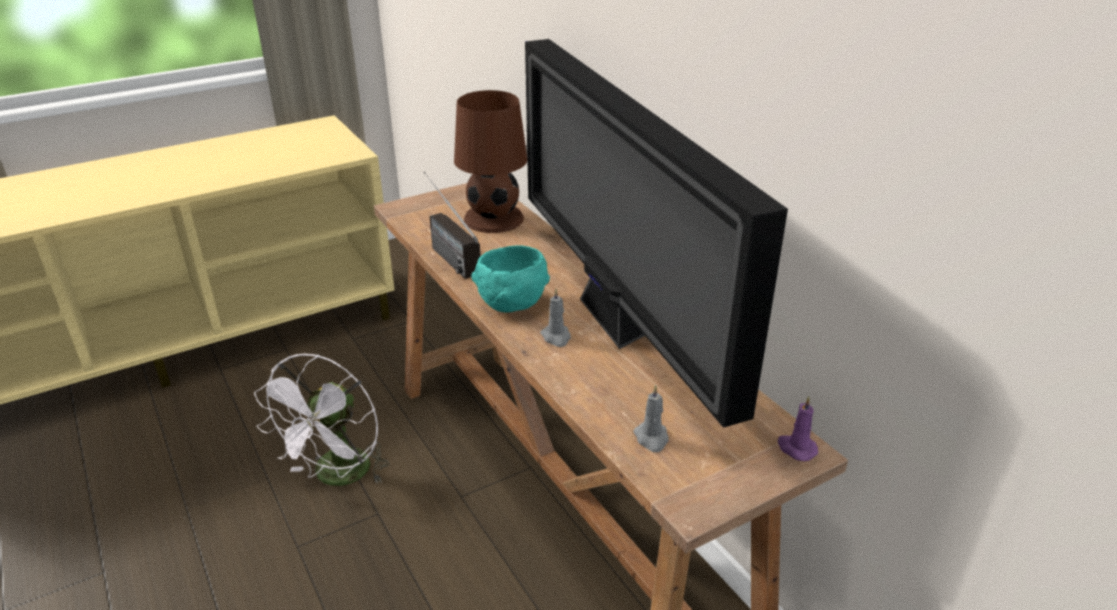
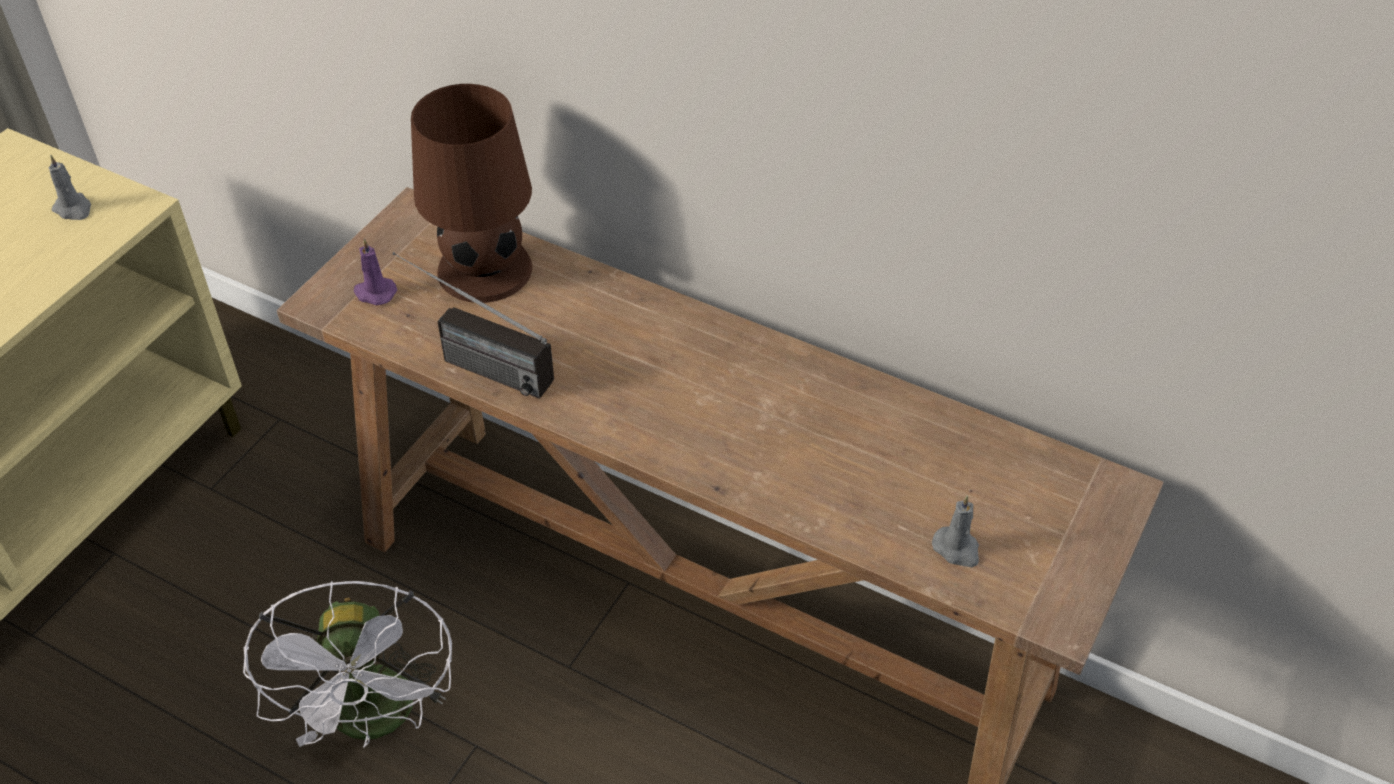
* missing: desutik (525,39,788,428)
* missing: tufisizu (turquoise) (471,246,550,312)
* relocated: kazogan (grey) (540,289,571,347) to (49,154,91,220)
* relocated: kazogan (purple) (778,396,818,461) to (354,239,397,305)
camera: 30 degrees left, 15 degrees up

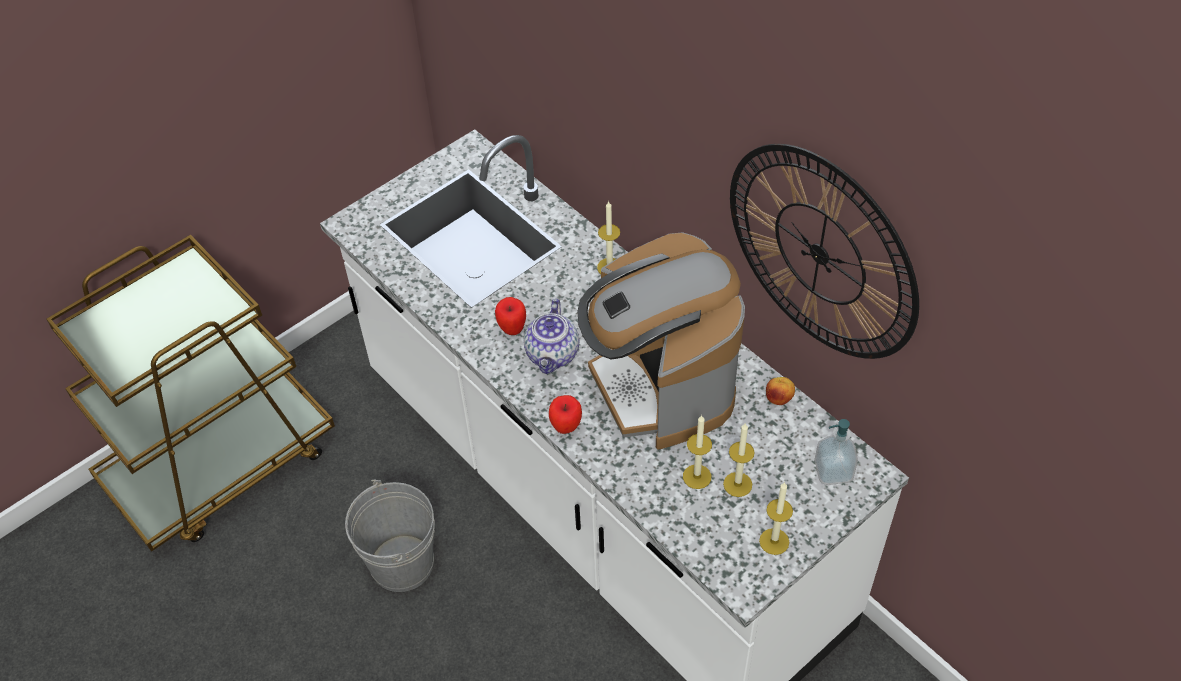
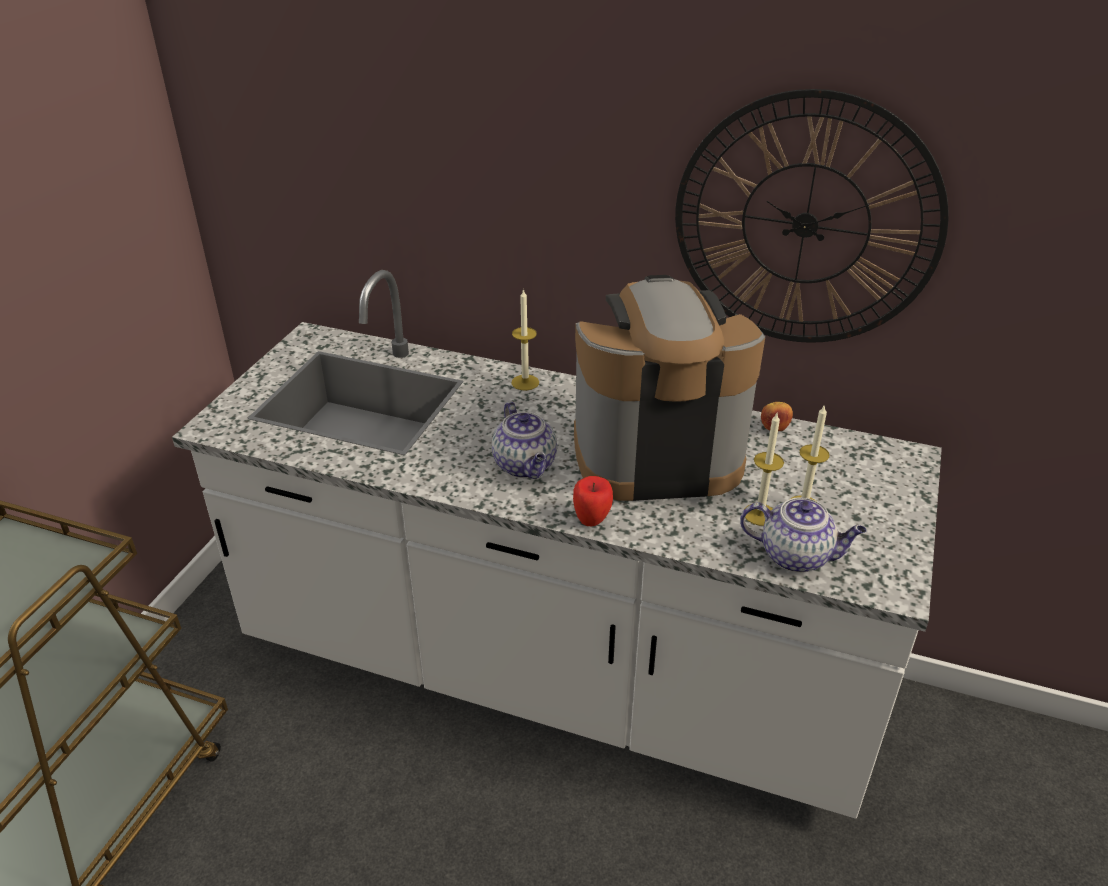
* spun: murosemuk (578,233,745,450) = (574,275,765,501) 135 degrees clockwise
* missing: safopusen (495,297,526,335)
* missing: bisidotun (814,419,858,485)
* missing: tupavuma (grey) (345,480,435,592)
* missing: kazogan (759,482,793,555)
* appeared: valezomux (740,498,867,573)
camera: 30 degrees left, 15 degrees down

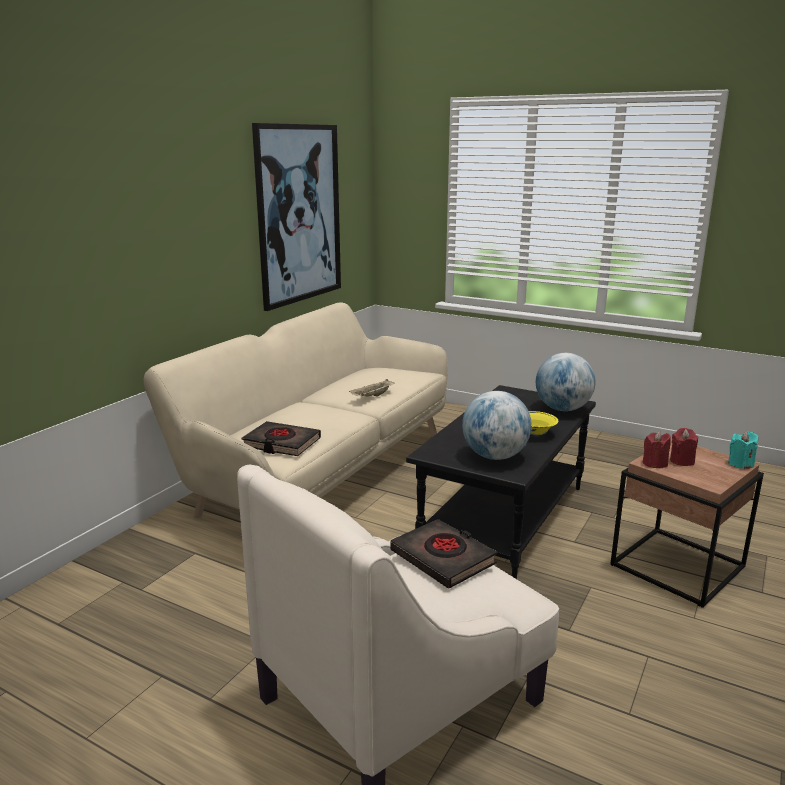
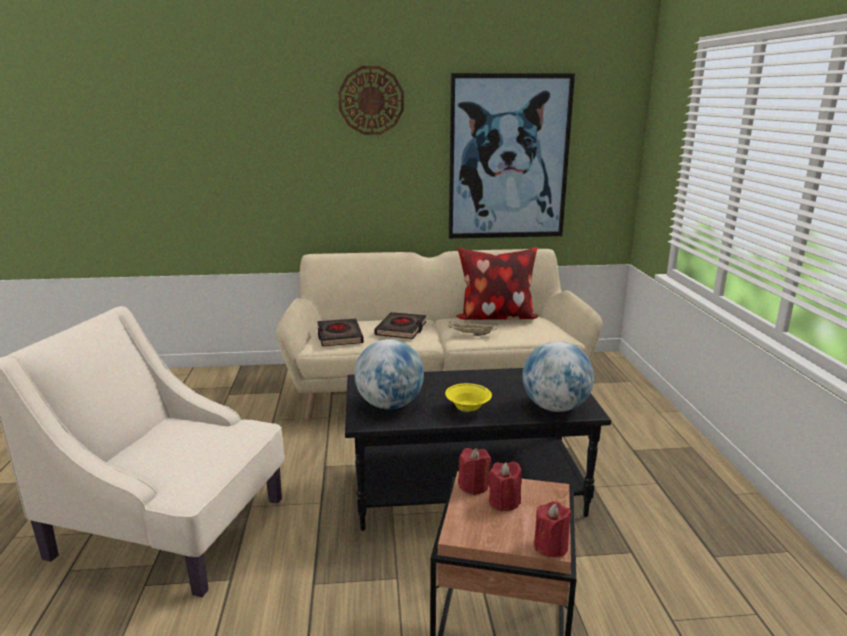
* colour: kazogan (turquoise) (728,432,758,469) to kazogan (red) (534,501,572,557)
* relocated: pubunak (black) (391,519,497,588) to (374,312,427,339)
* appeared: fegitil (338,66,404,135)
* appeared: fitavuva (456,247,539,320)
camera: 55 degrees right, 0 degrees up

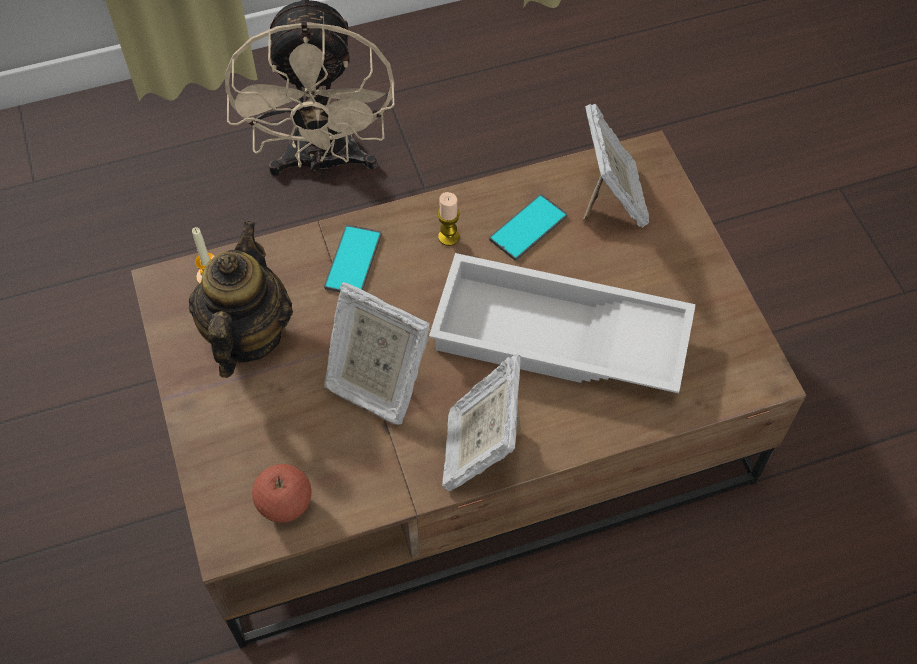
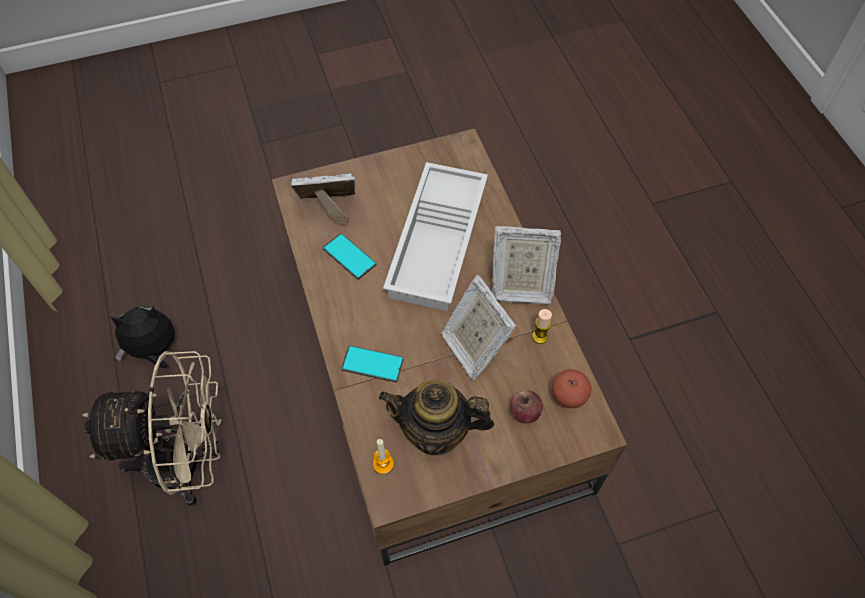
* relocated: kazogan (437,192,460,246) to (532,309,552,344)
* spun: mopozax (324,282,430,425) = (441,275,516,380) 120 degrees clockwise
* appeared: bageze (110,306,175,368)
* appeared: safopusen (510,390,543,423)
camera: 90 degrees left, 0 degrees up

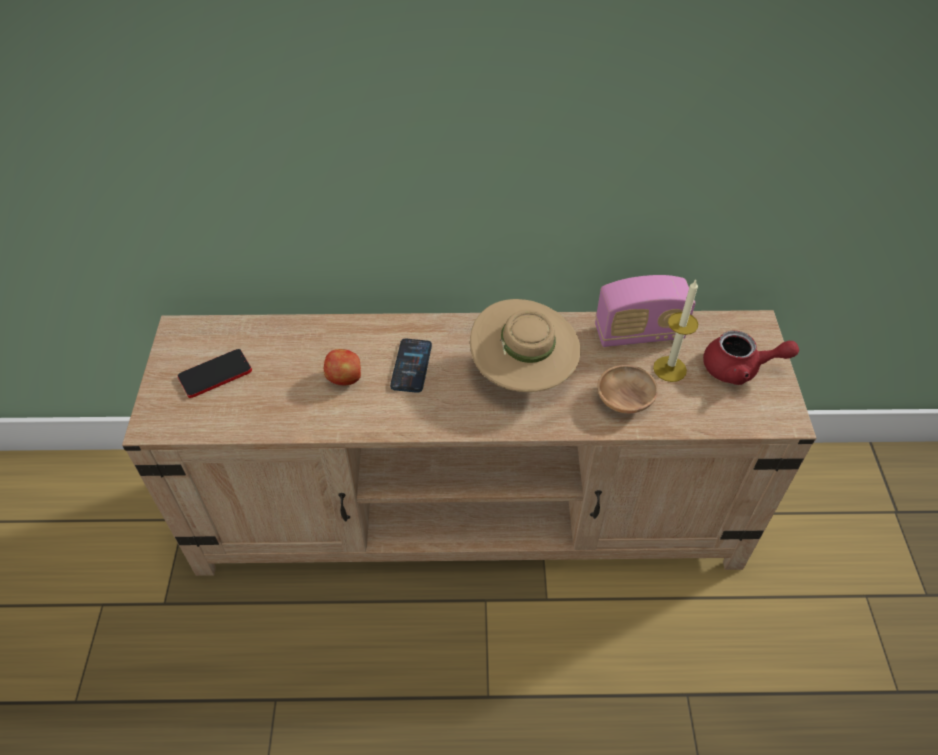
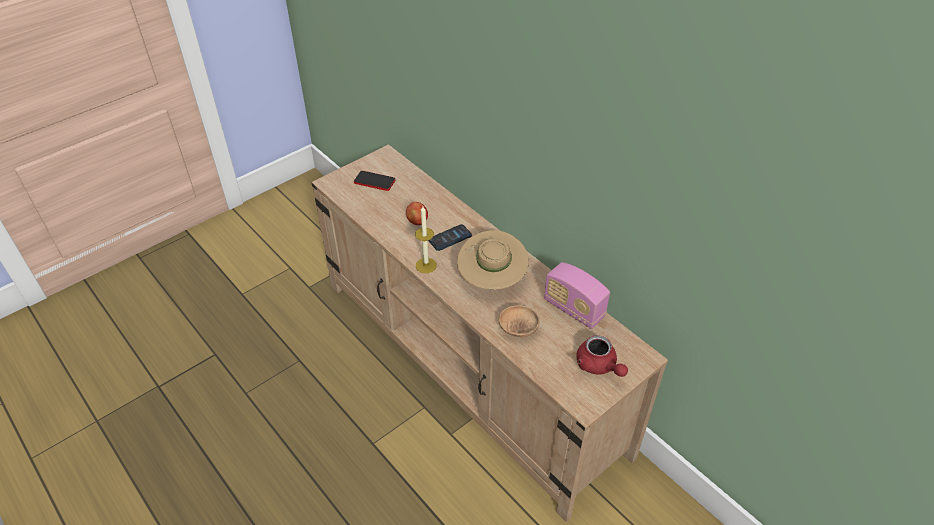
* relocated: kazogan (653,280,698,382) to (415,206,437,273)
camera: 50 degrees right, 5 degrees down

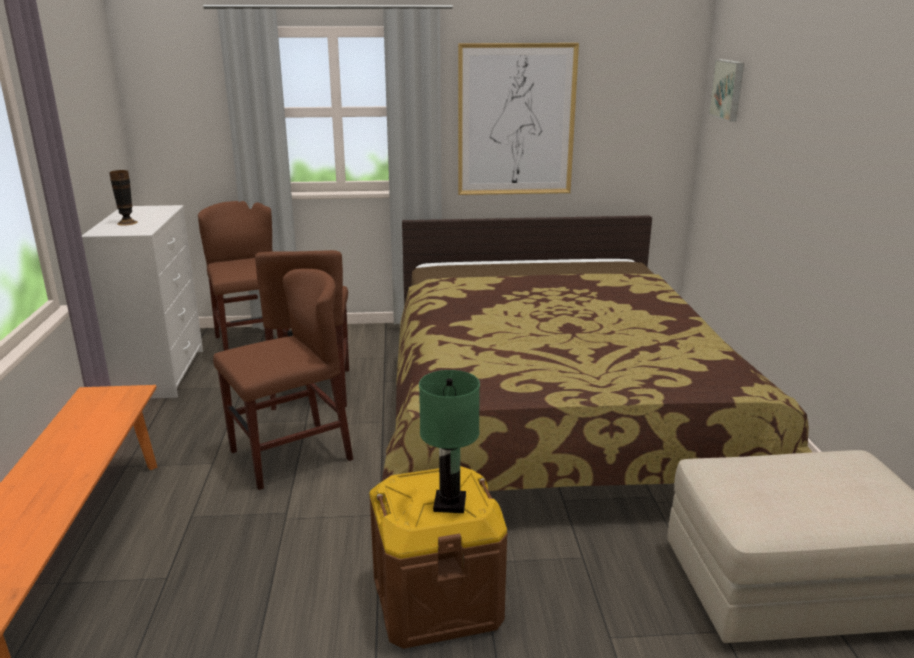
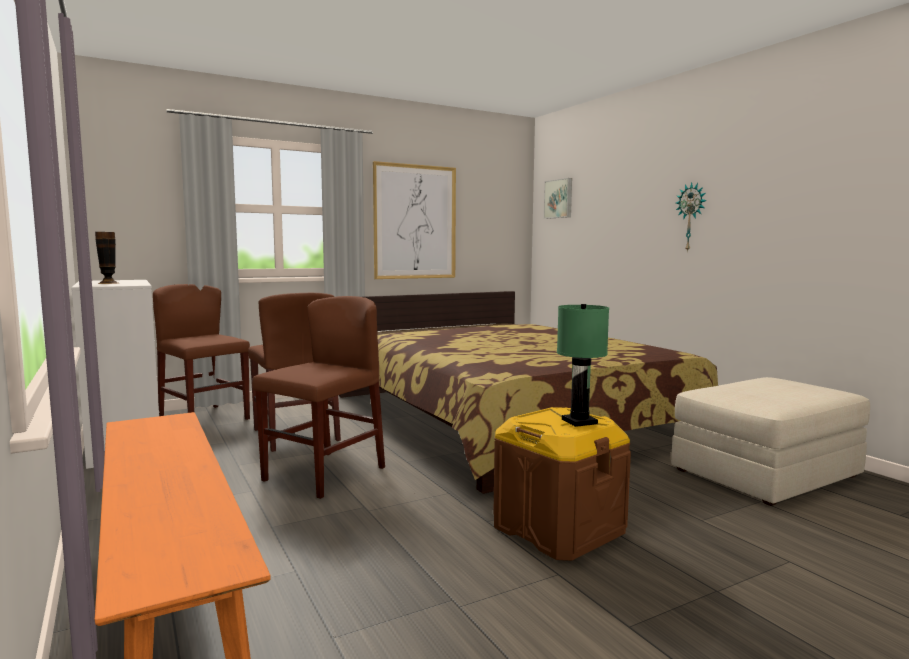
* appeared: fegitil (676,182,707,252)
camera: 25 degrees left, 15 degrees down

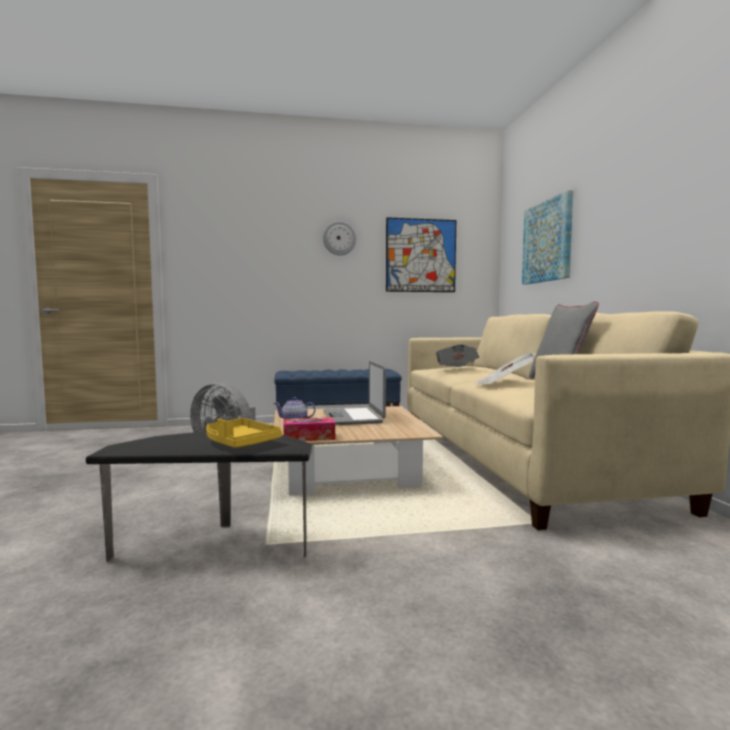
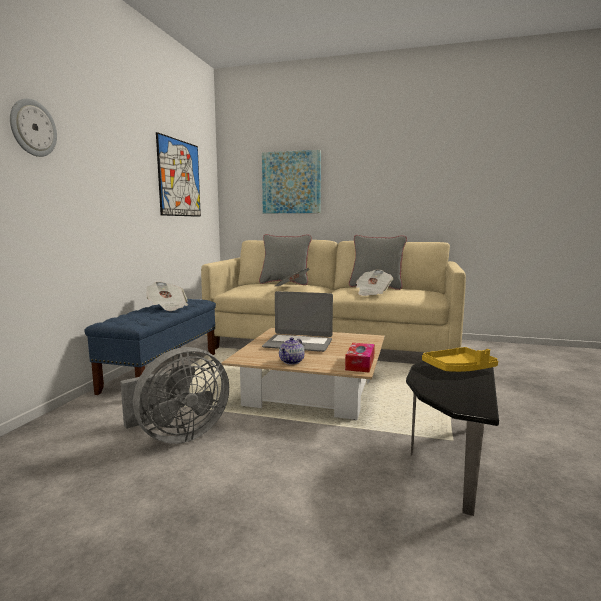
* relocated: fegitil (323,221,356,256) to (10,98,57,157)
* appeared: fitavuva (grey) (259,234,312,285)
* appeared: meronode (146,282,188,311)
camera: 65 degrees left, 5 degrees up

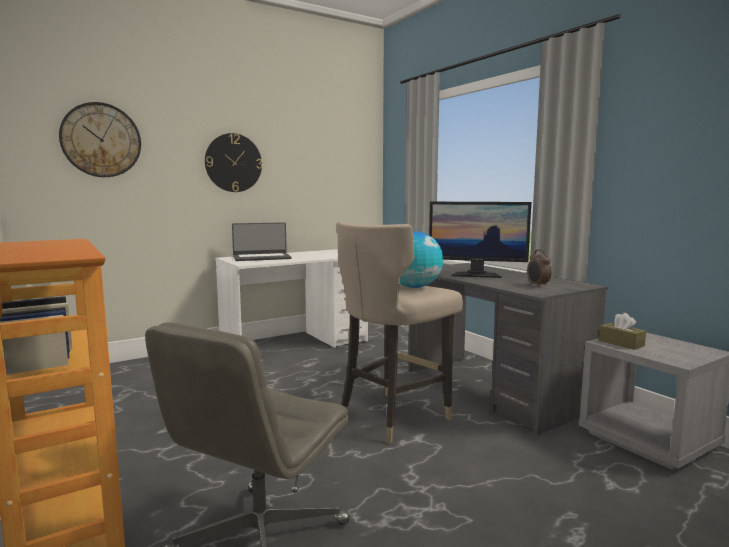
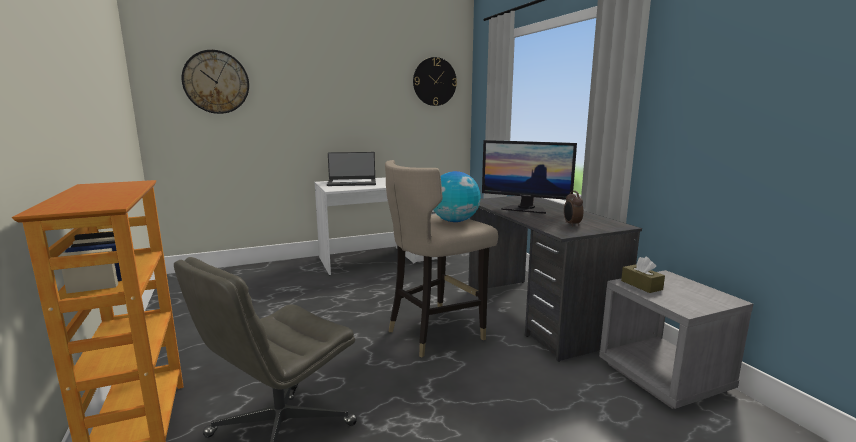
* relocated: fegitil (205,133,262,192) to (413,57,457,106)
camera: 10 degrees right, 5 degrees up

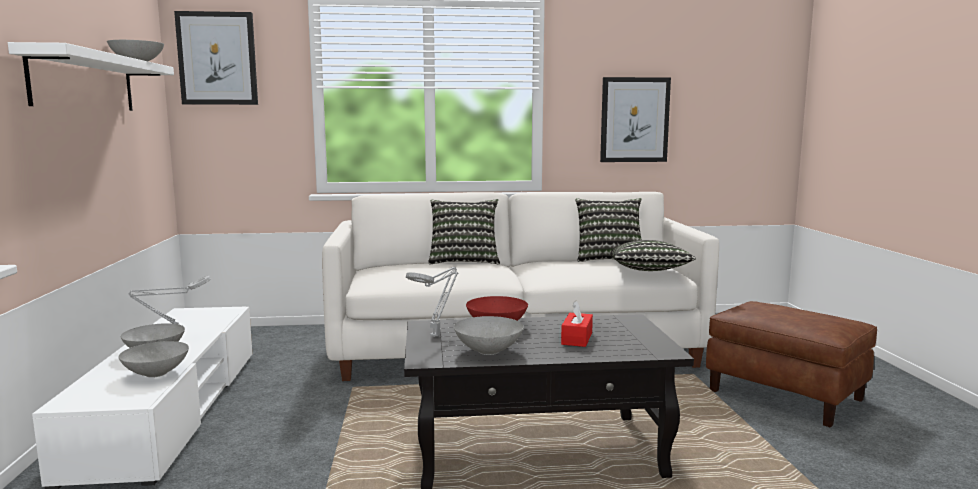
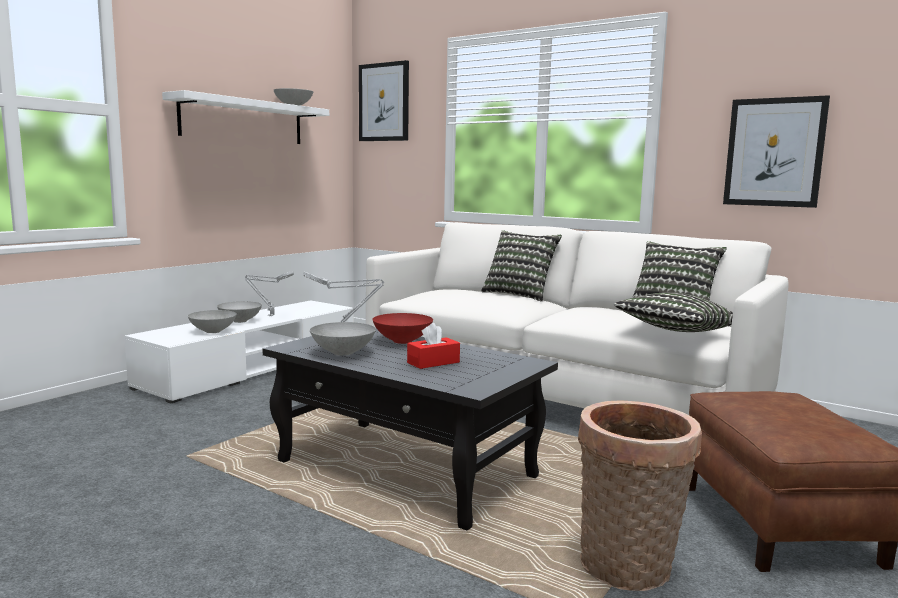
* appeared: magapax (578,400,702,591)
camera: 40 degrees right, 0 degrees up

